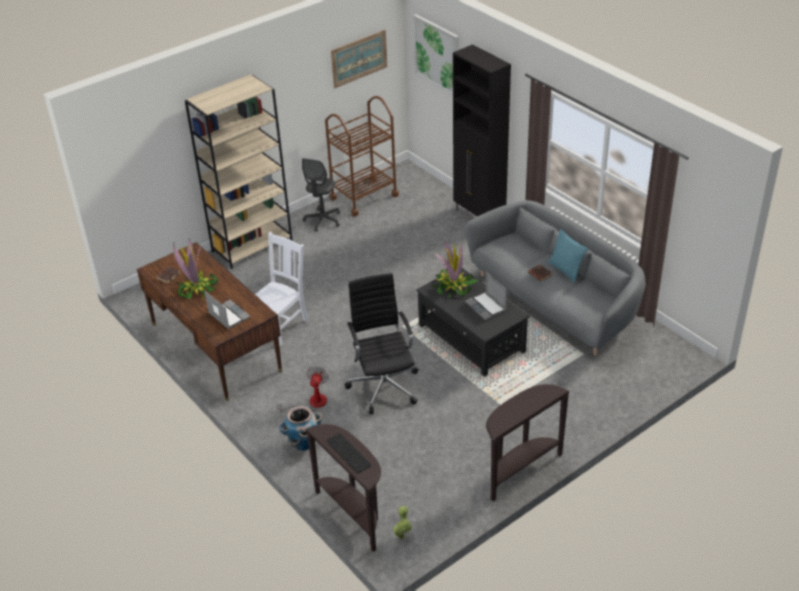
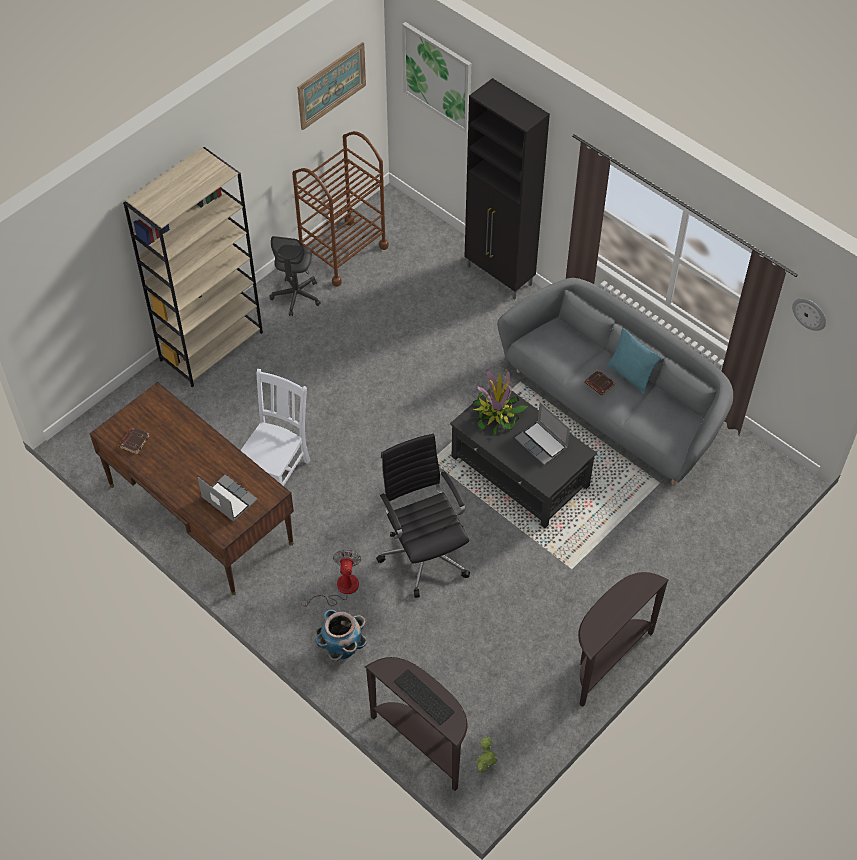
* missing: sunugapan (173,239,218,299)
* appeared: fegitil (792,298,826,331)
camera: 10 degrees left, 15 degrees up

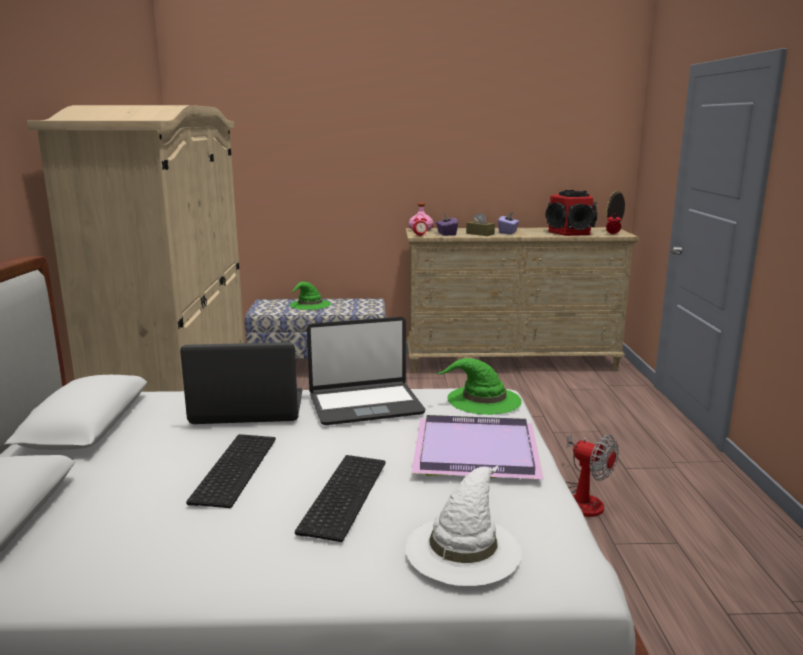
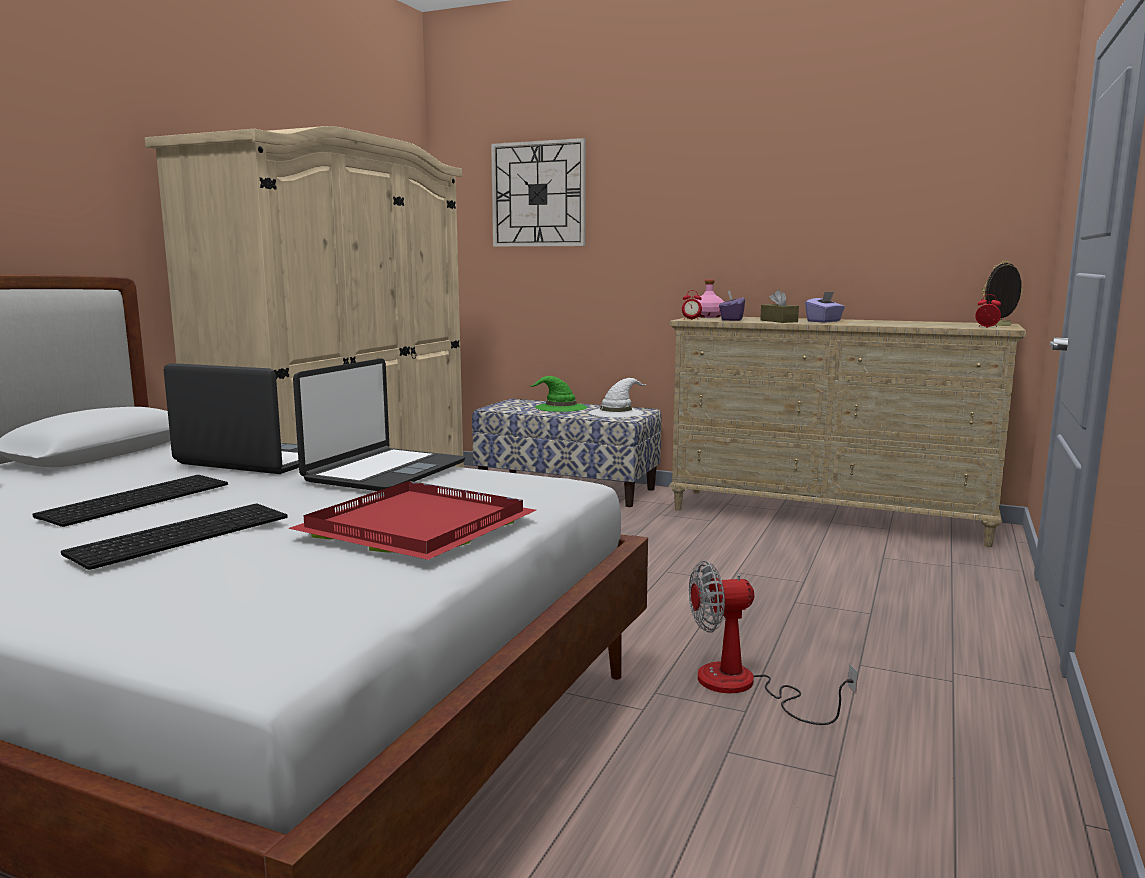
* missing: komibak (545,190,597,236)
* spun: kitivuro (307,317,425,425) = (293,358,465,491) 75 degrees counterclockwise
* missing: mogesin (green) (436,358,522,415)
* colour: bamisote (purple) (412,415,544,479) to bamisote (red) (288,481,536,560)
* spun: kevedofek (565,434,619,517) = (689,561,858,725) 105 degrees clockwise
* relocated: mogesin (white) (406,465,522,586) to (589,378,647,418)
* appeared: fegitil (491,138,586,247)
camera: 25 degrees right, 5 degrees down

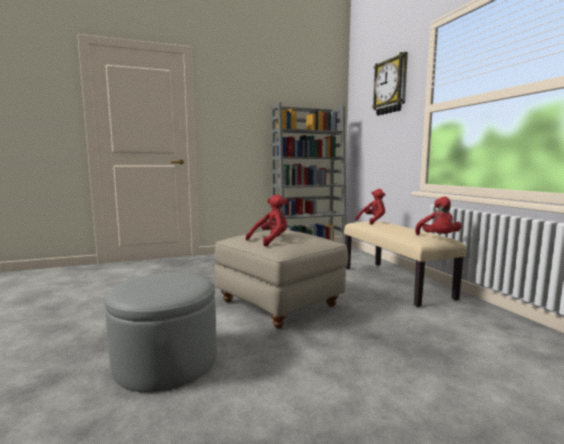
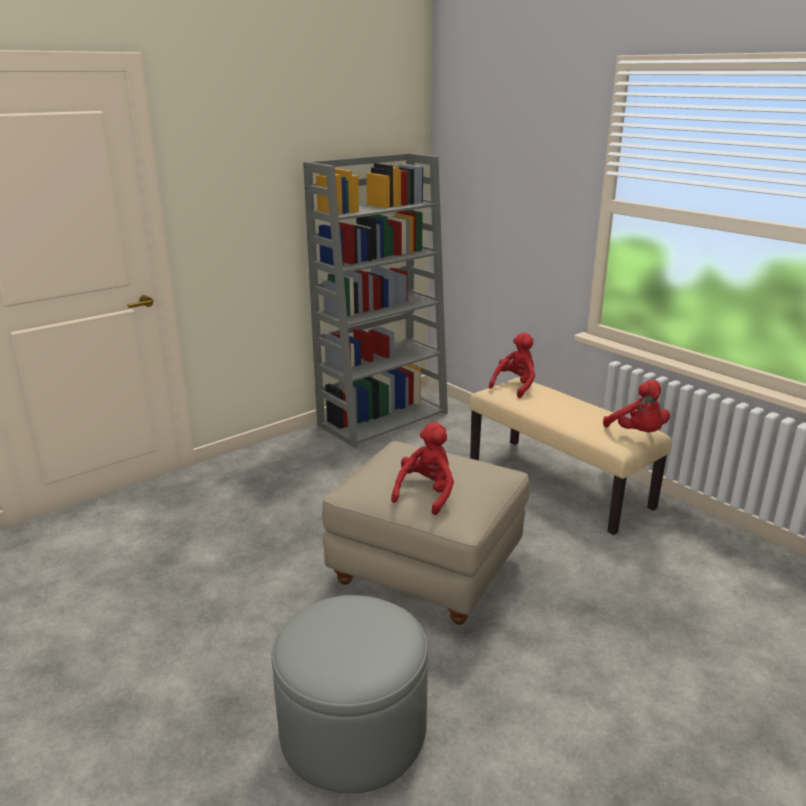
* missing: fegitil (372,52,408,116)
camera: 20 degrees left, 15 degrees up

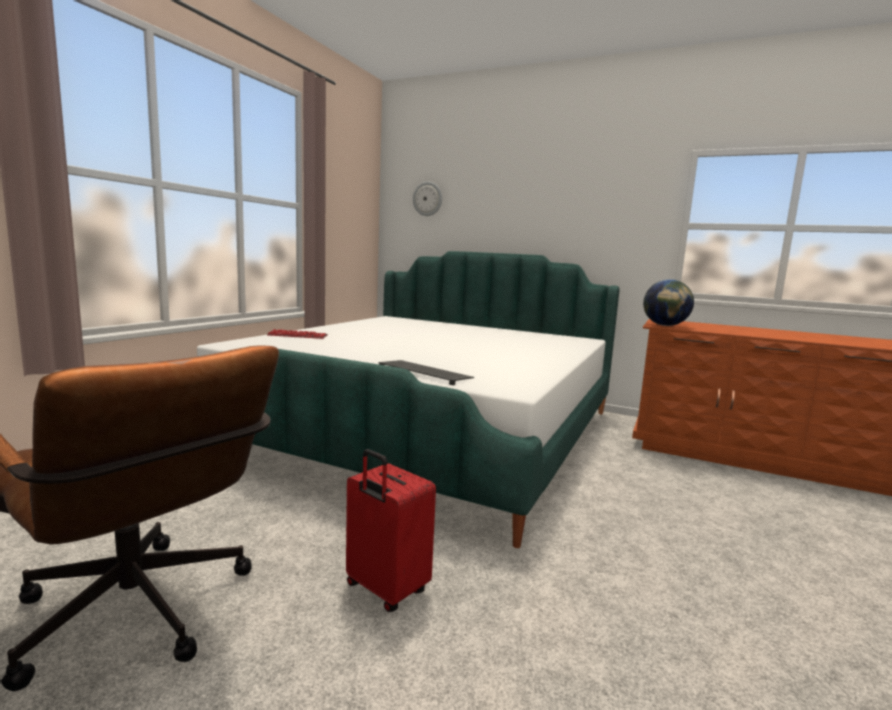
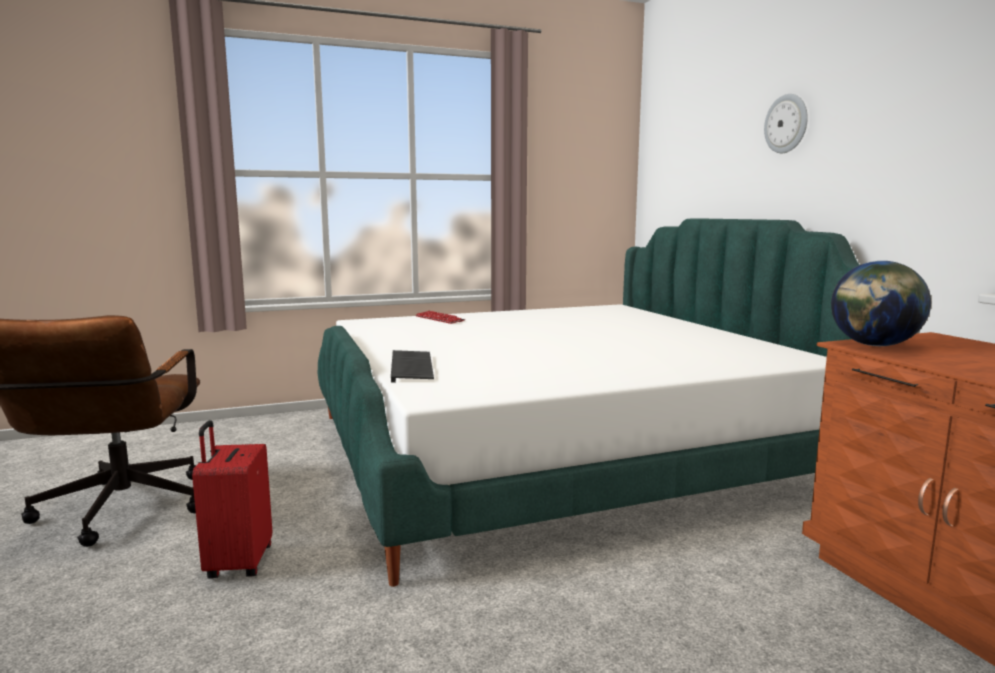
* relocated: fegitil (413,182,442,216) to (764,94,808,153)
camera: 45 degrees right, 0 degrees up

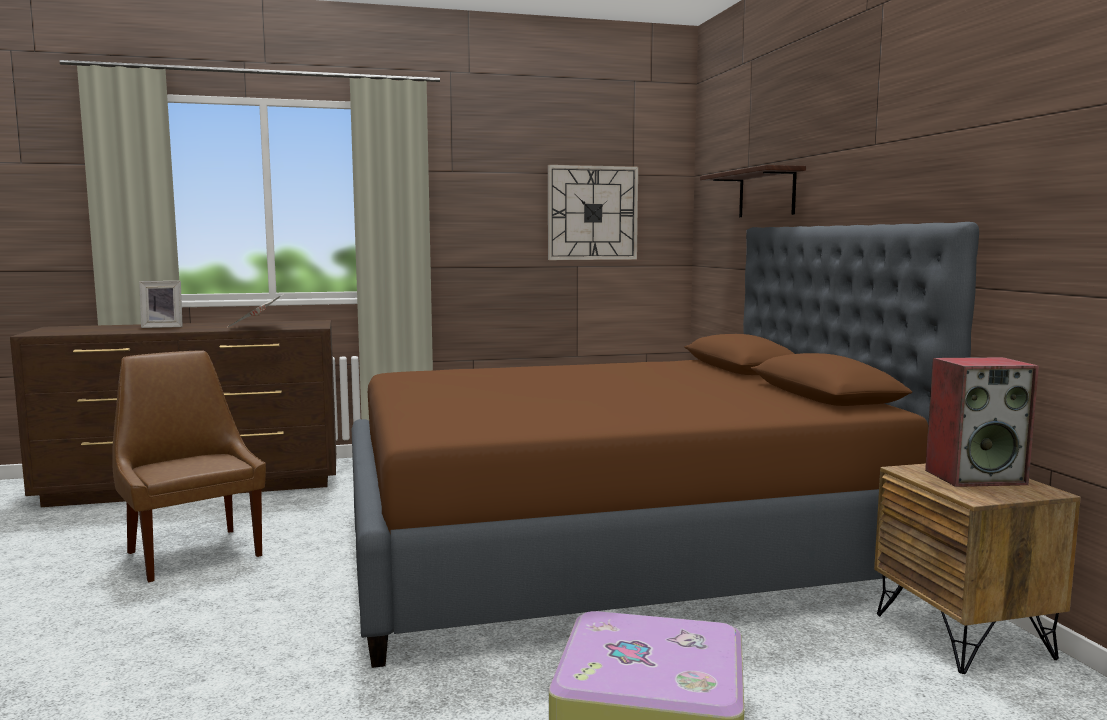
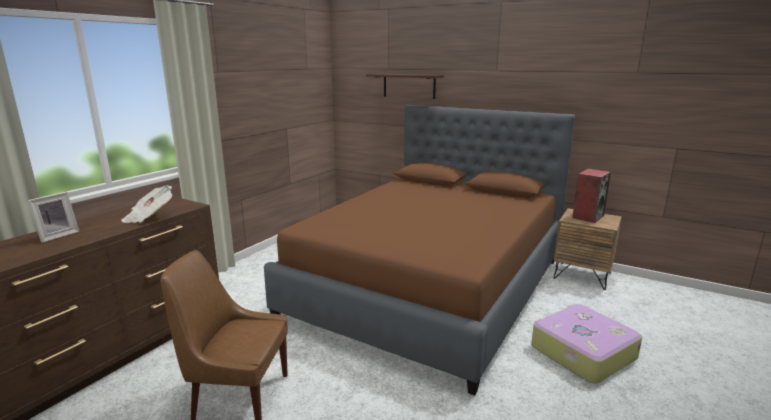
* missing: fegitil (548,165,638,260)
camera: 45 degrees left, 10 degrees up

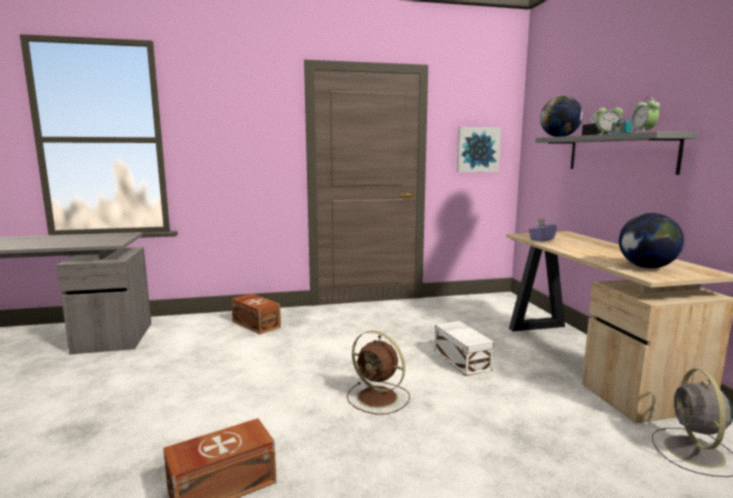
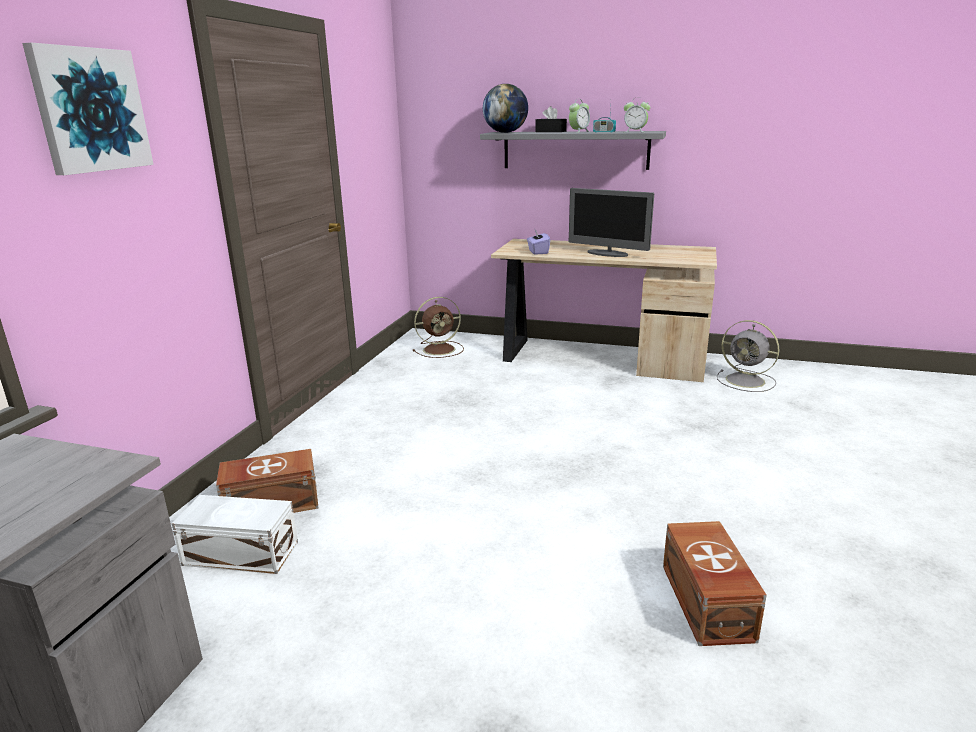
* relocated: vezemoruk (457,127,501,172) to (22,43,154,175)
* missing: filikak (619,213,684,268)
* relocated: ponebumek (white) (434,321,494,376) to (172,495,298,574)
* relocated: kevedofek (brown) (347,331,410,415) to (413,297,464,358)
* appeared: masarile (568,188,654,257)
camera: 60 degrees left, 10 degrees up

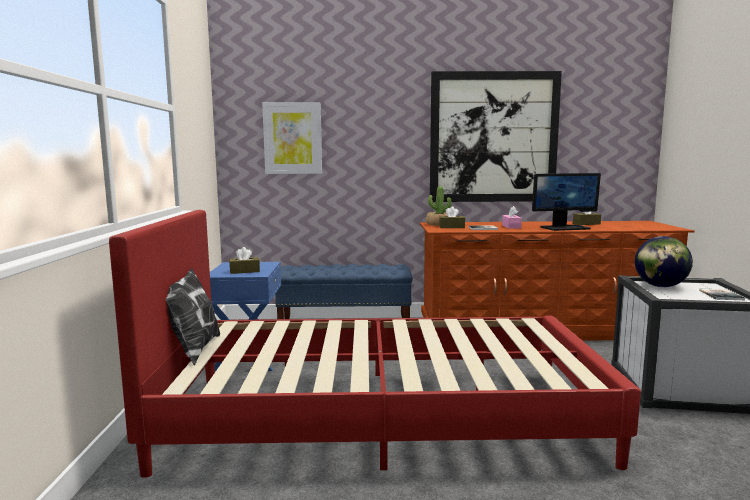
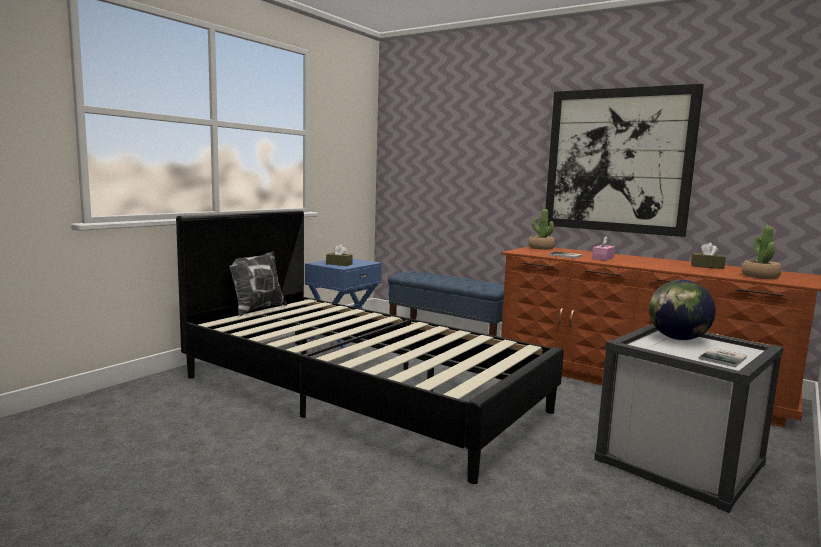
* missing: vezemoruk (262,102,322,174)
* missing: masarile (532,173,601,231)
* missing: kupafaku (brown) (439,206,465,228)
* colour: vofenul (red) (109,210,641,478) to vofenul (black) (176,210,564,484)
* appeared: sunugapan (742,226,782,279)
camera: 35 degrees right, 0 degrees up

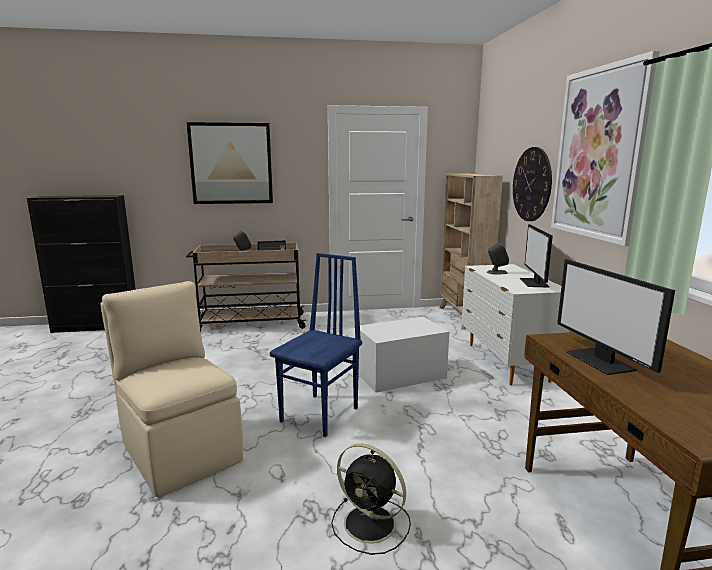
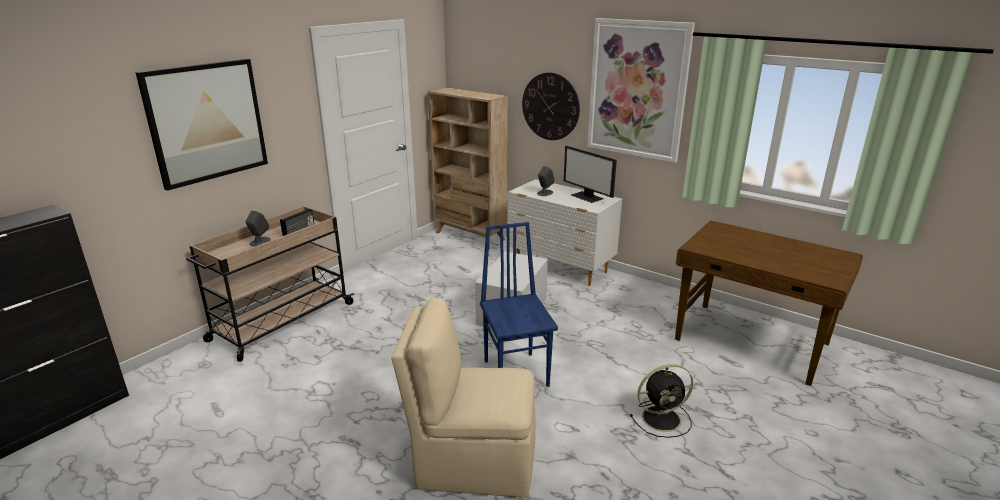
* missing: masarile (557,259,675,375)
camera: 45 degrees left, 10 degrees up

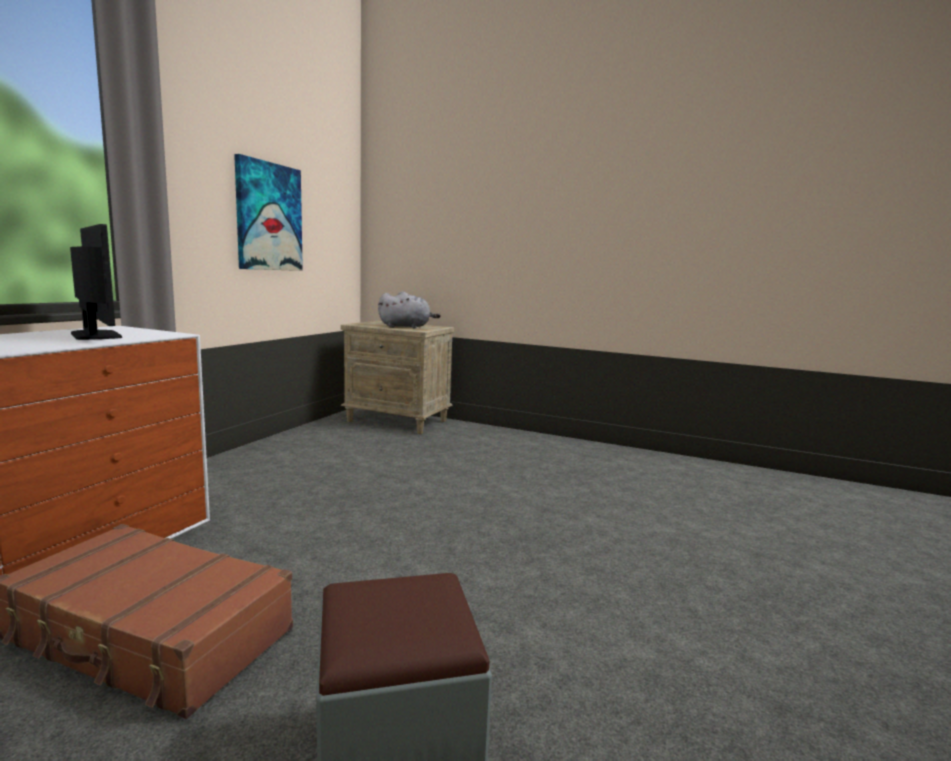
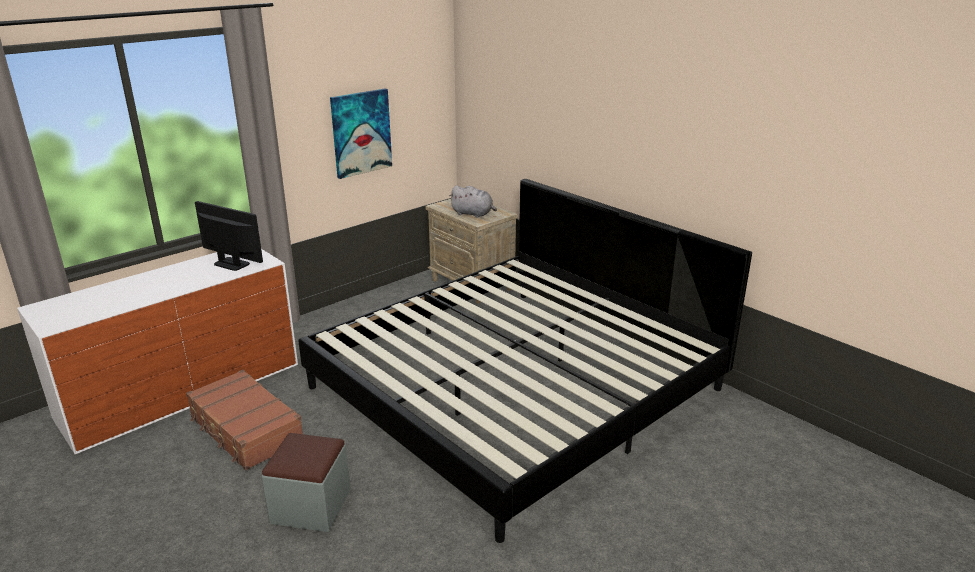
* spun: masarile (70,224,122,340) = (195,201,263,271) 45 degrees counterclockwise
* appeared: vofenul (298,179,752,543)
camera: 25 degrees right, 15 degrees up

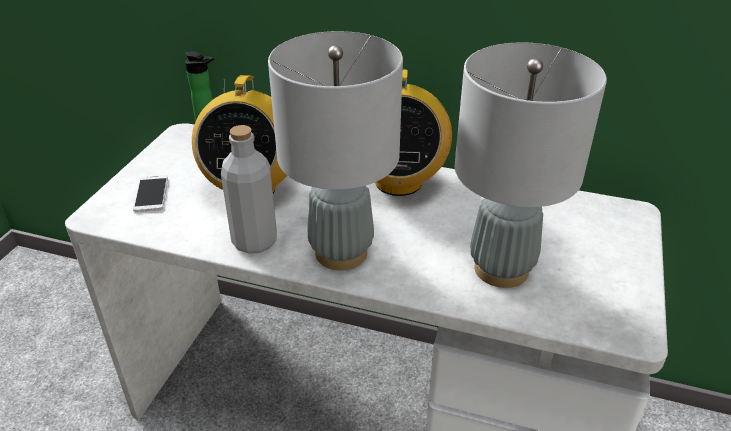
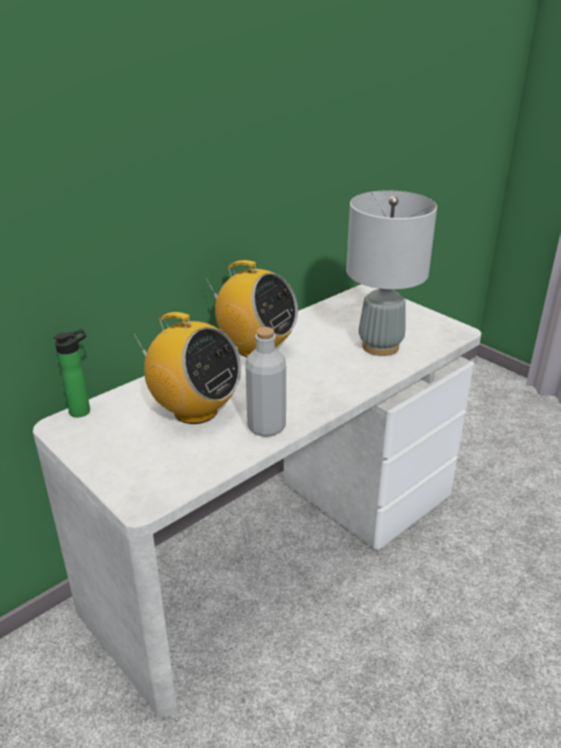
* missing: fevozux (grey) (268,31,403,270)
* missing: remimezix (133,175,168,212)
camera: 60 degrees left, 5 degrees down

